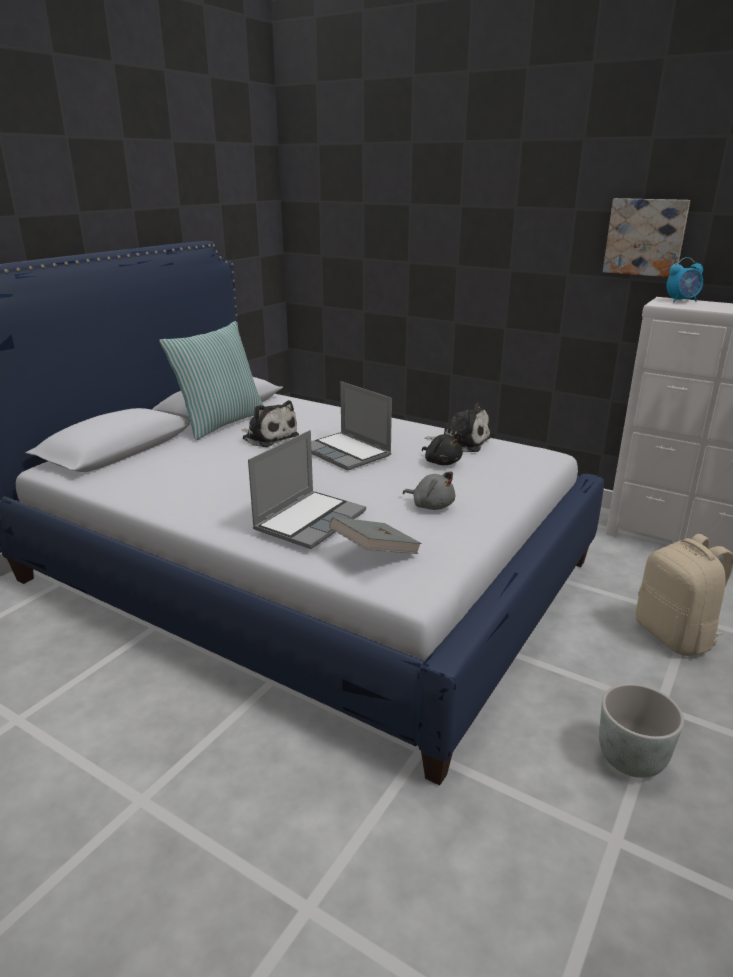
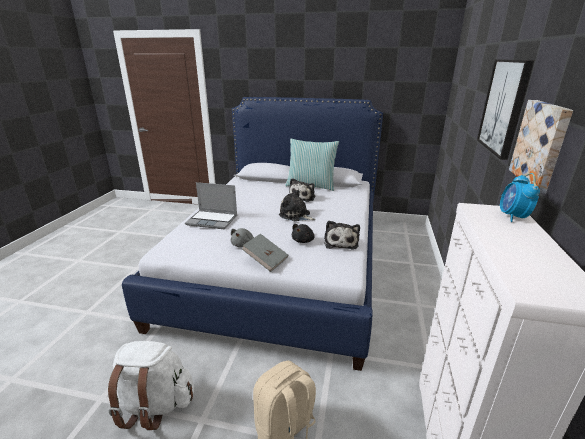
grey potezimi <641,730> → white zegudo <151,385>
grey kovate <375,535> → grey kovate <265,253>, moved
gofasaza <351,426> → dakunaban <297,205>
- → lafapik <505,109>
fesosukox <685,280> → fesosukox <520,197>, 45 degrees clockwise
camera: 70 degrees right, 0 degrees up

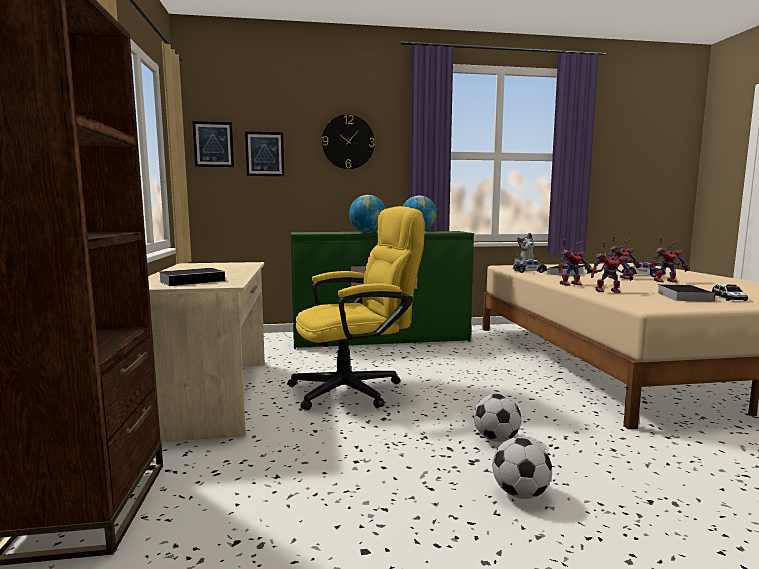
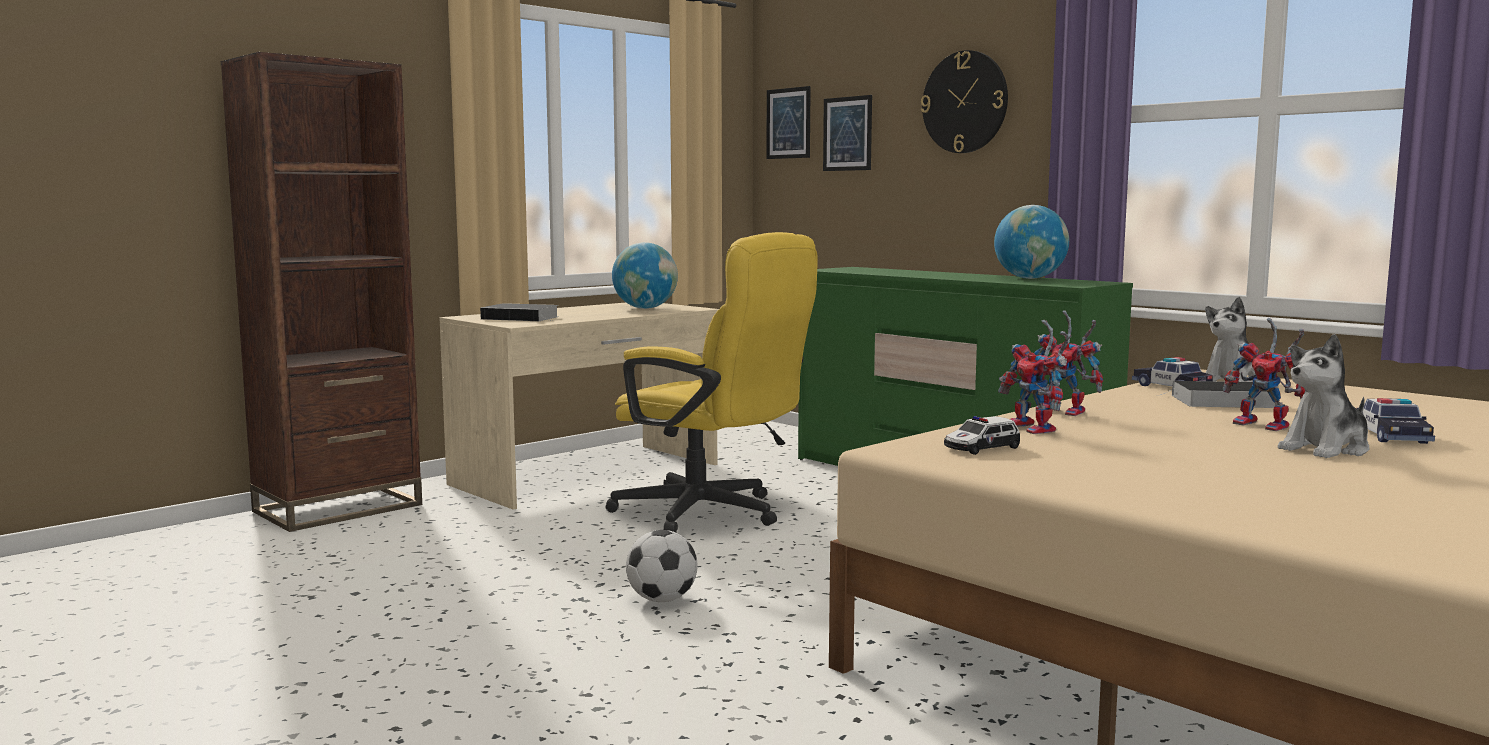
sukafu <367,214> → sukafu <645,275>, moved
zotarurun <730,292> → zotarurun <982,435>, moved
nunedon <670,260> → dakunaban <1323,396>
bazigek <522,468> → -
kovate <686,293> → -
camera: 55 degrees right, 0 degrees up

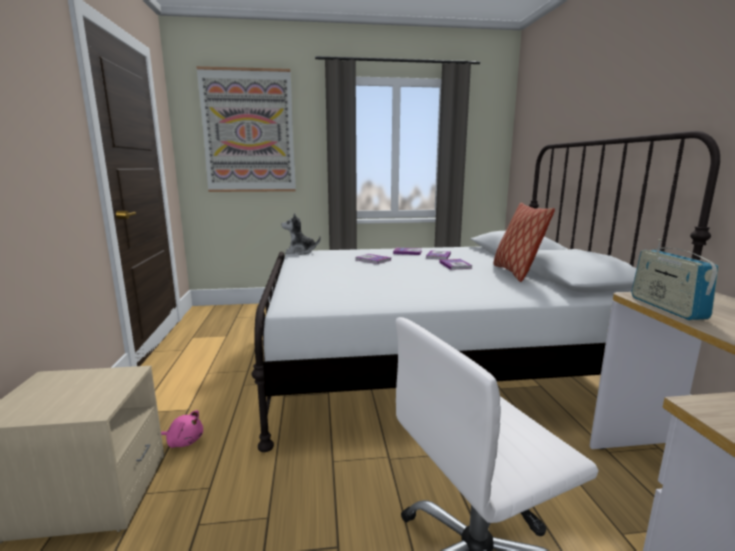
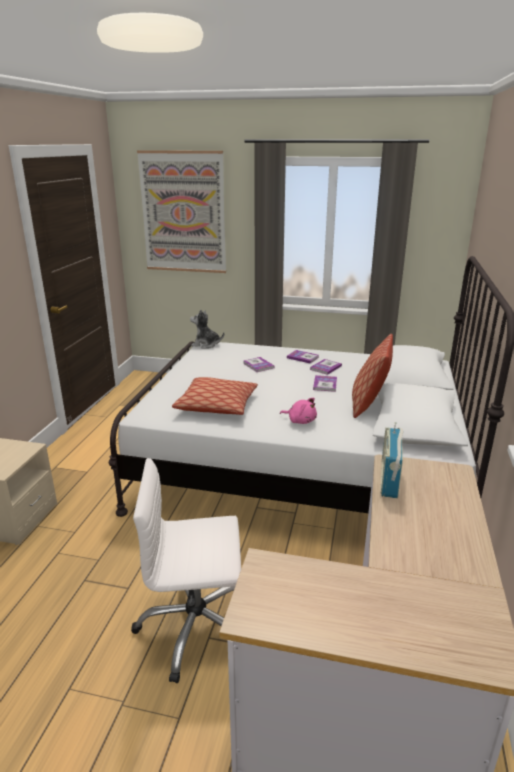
- → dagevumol <215,396>
pink dakunaban <182,429> → pink dakunaban <298,411>, moved
camera: 20 degrees right, 10 degrees up

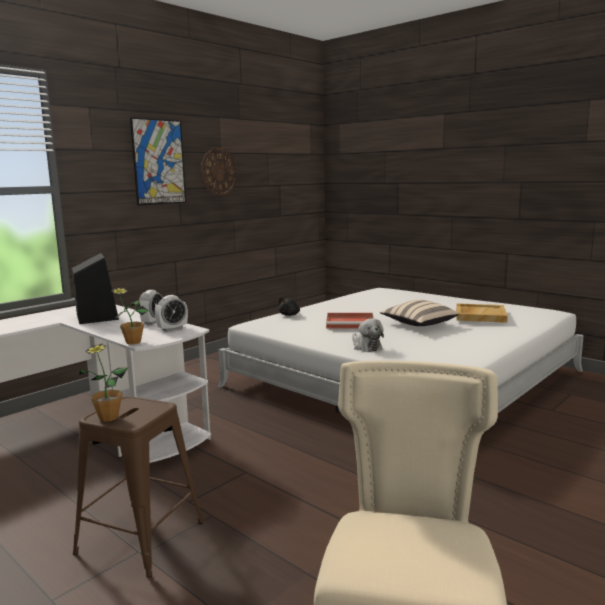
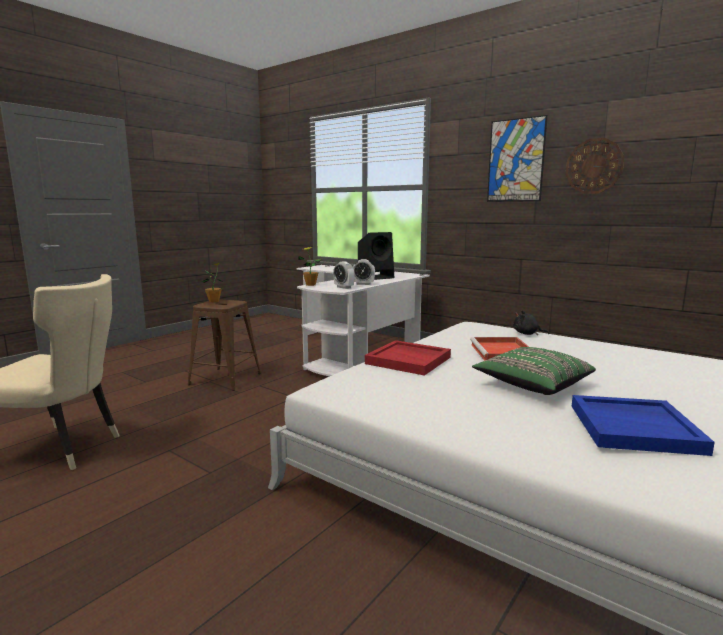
dakunaban <368,335> → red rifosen <408,358>
beige dagevumol <419,313> → green dagevumol <534,371>
beige rifosen <482,313> → blue rifosen <643,425>
camera: 85 degrees right, 0 degrees up

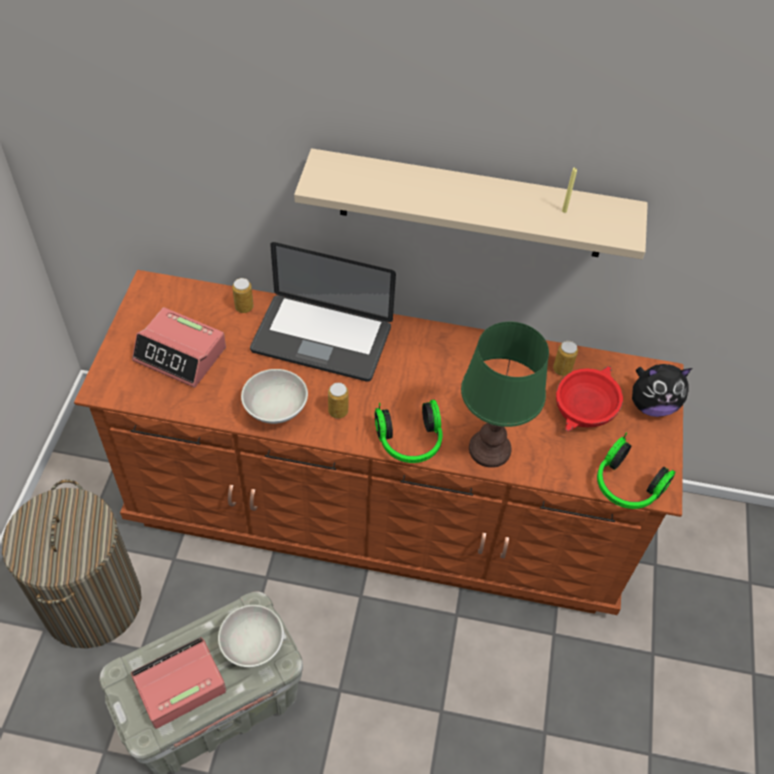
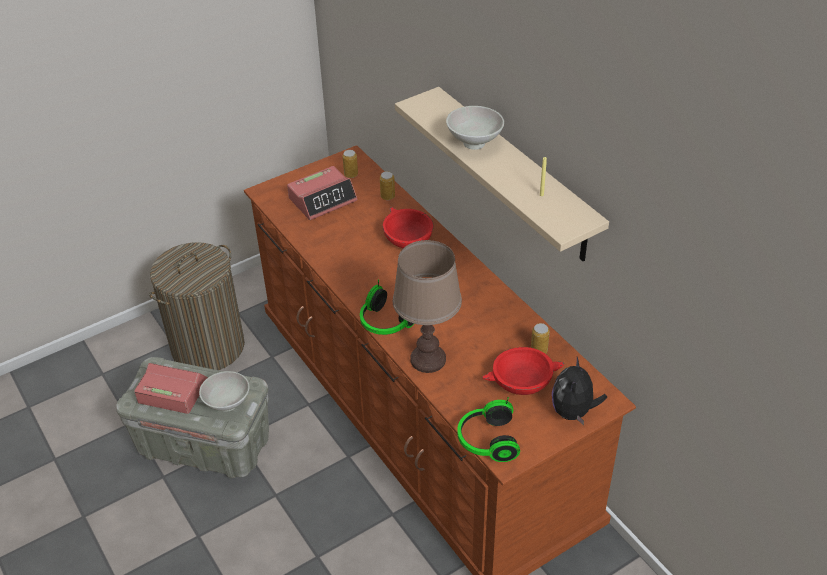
fesosukox <179,347> → fesosukox <322,193>, 105 degrees counterclockwise
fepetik <338,401> → fepetik <350,164>, moved
gofasaza <323,312> → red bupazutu <408,227>
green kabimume <505,395> → brown kabimume <427,306>
white bupazutu <274,396> → white bupazutu <475,128>, moved
dakunaban <662,390> → dakunaban <579,391>, 60 degrees clockwise
camera: 50 degrees right, 10 degrees down

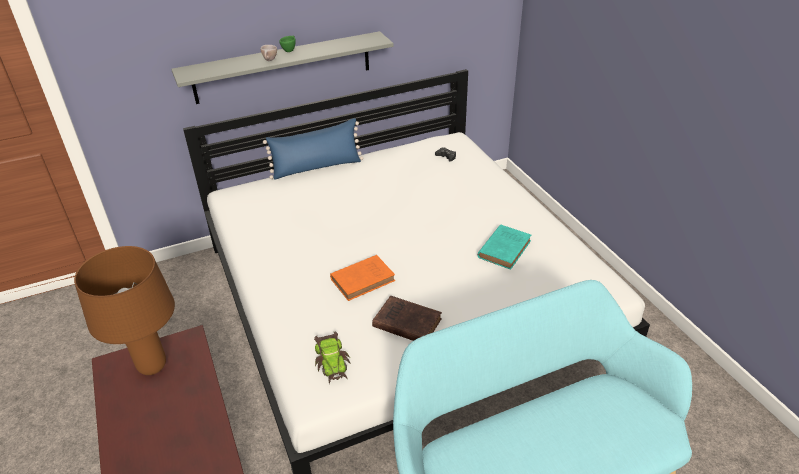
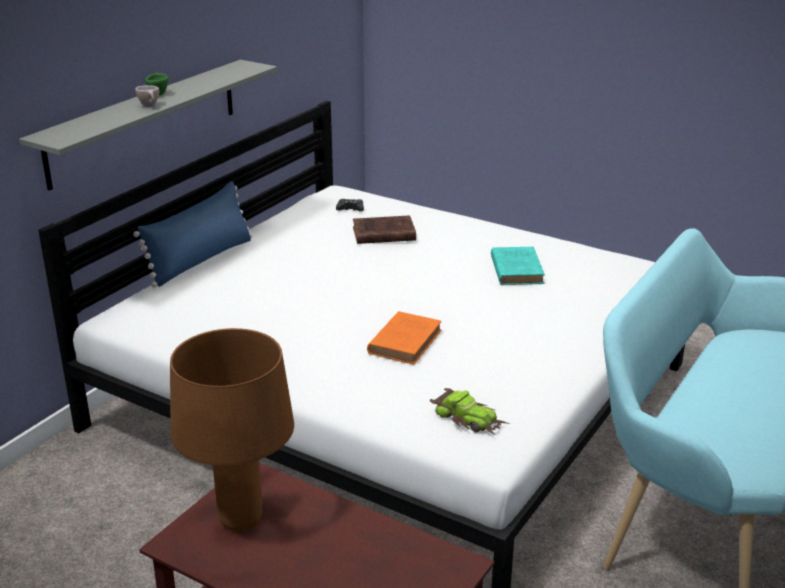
brown kovate <407,318> → brown kovate <384,229>, moved
camera: 35 degrees left, 10 degrees down

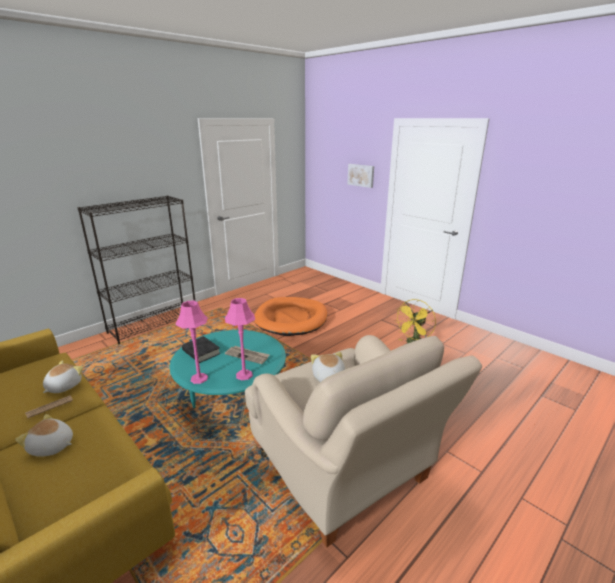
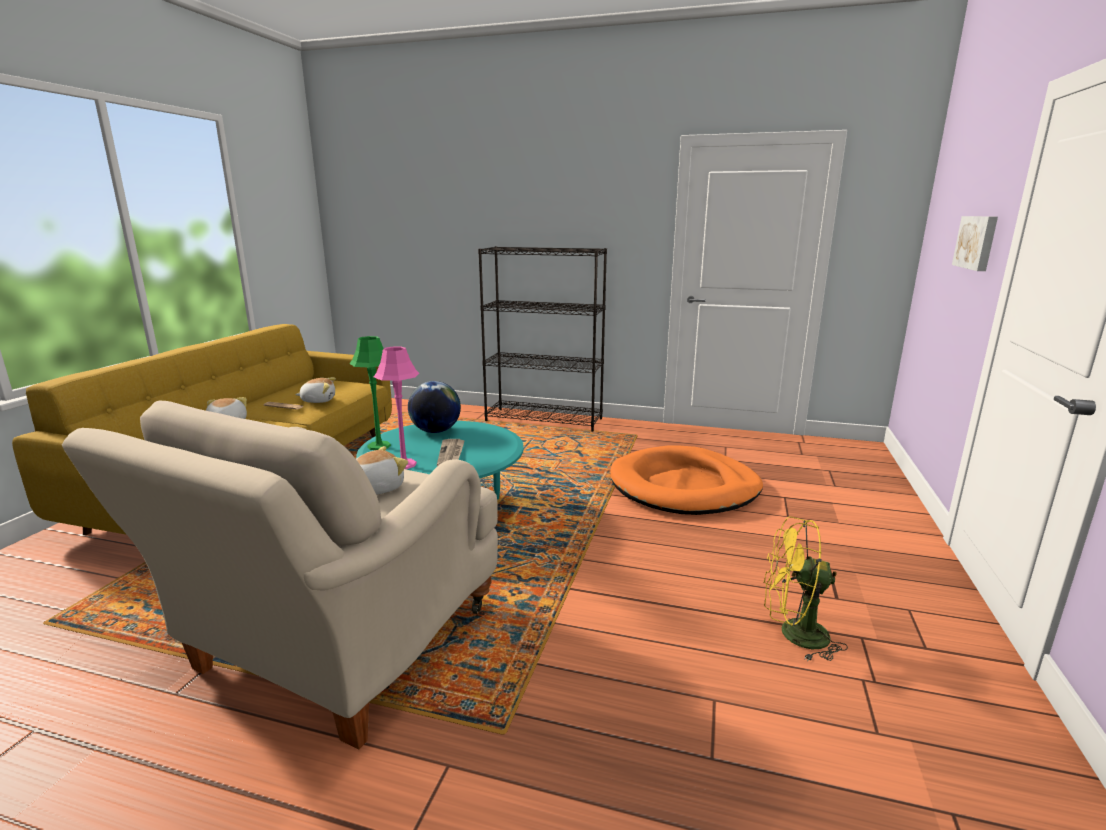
pink kabimume <191,342> → green kabimume <370,393>
black kovate <201,349> → sukafu <434,407>
camera: 60 degrees right, 5 degrees down

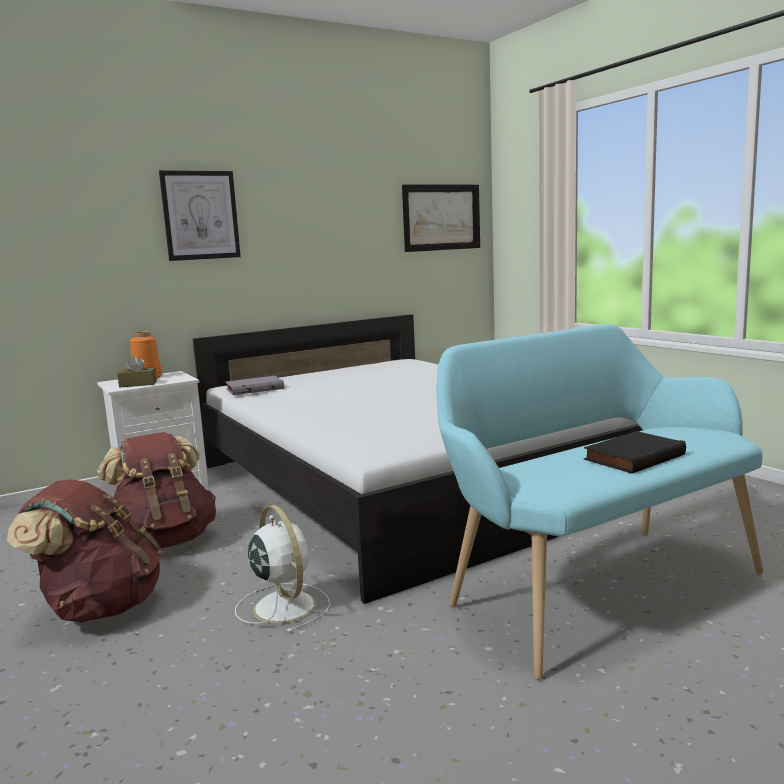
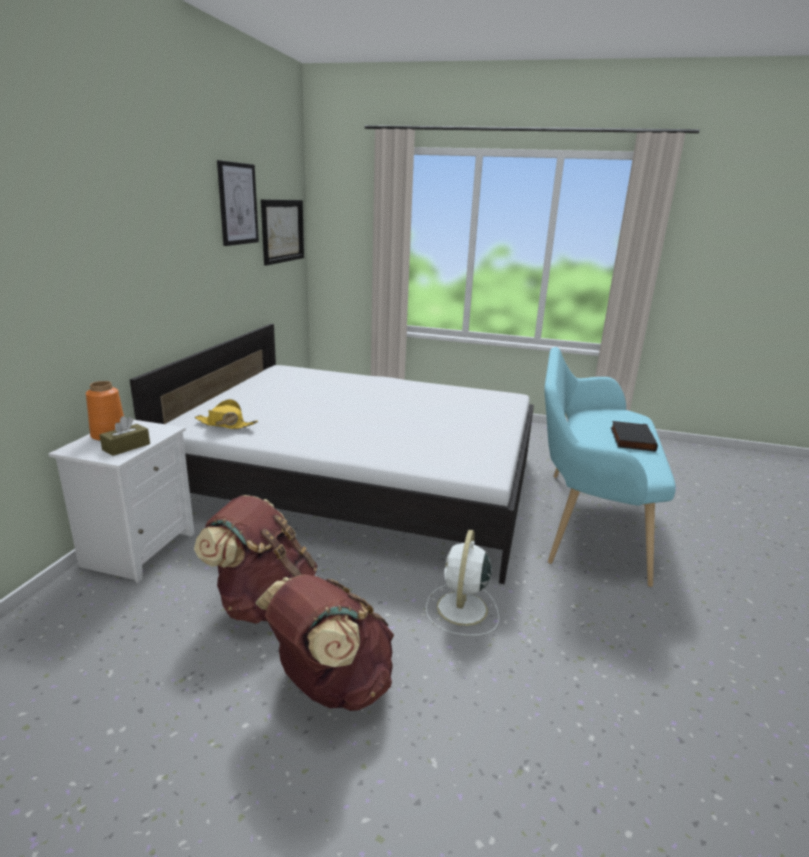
grey kovate <255,385> → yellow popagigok <226,414>
lafapik <200,215> → lafapik <238,203>, moved
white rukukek <282,569> → white rukukek <462,583>, 90 degrees counterclockwise
camera: 45 degrees left, 10 degrees up

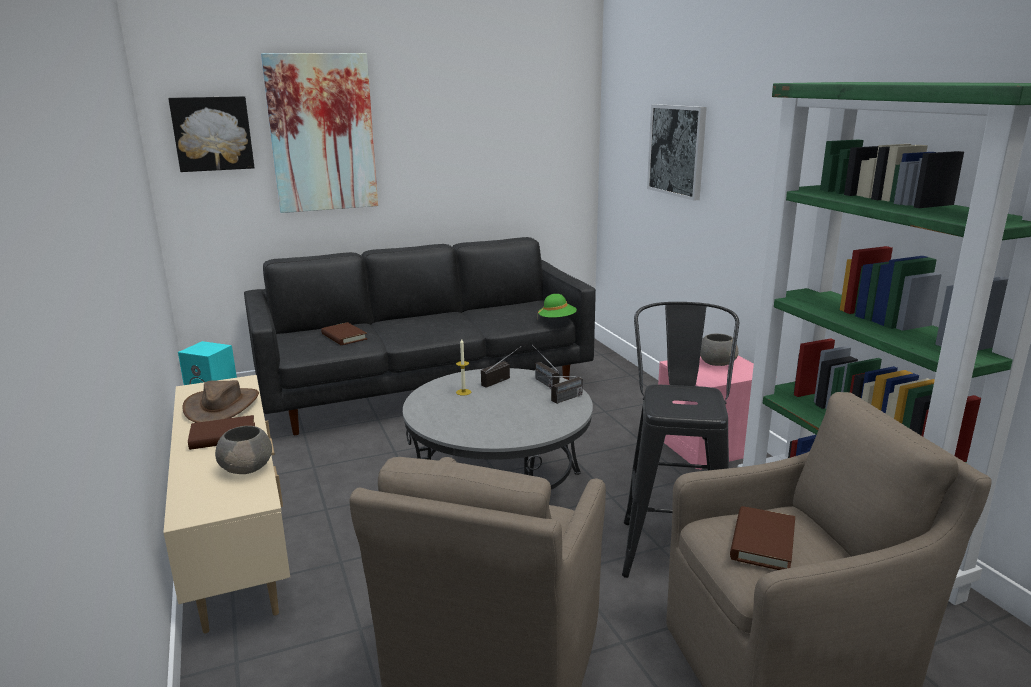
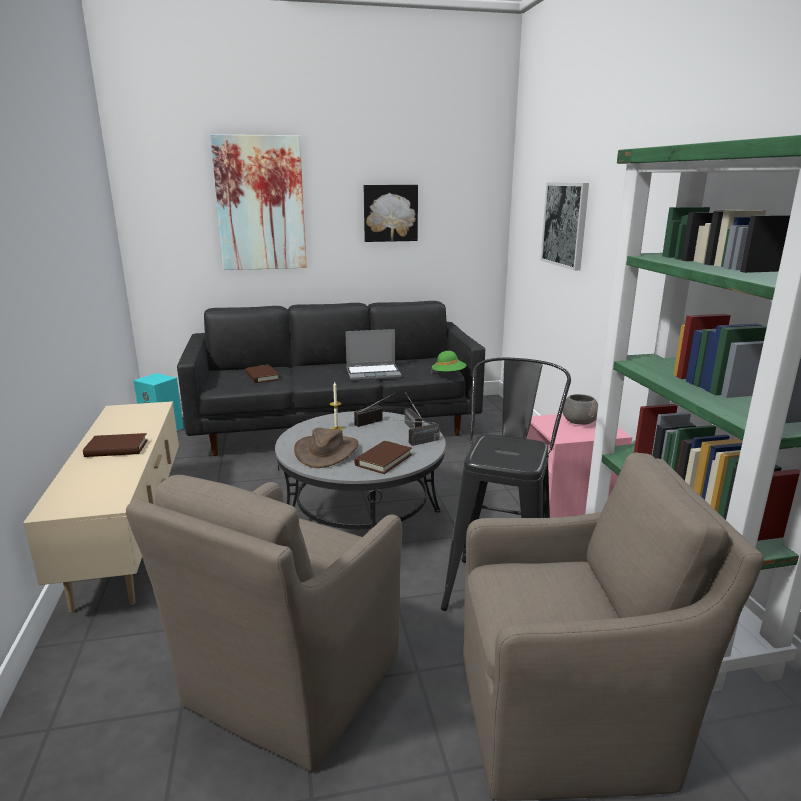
brown popagigok <220,401> → brown popagigok <326,448>, moved
- → gofasaza <373,355>
brown kovate <762,538> → brown kovate <383,457>, moved
lafapik <211,134> → lafapik <391,213>, moved
grey bupazutu <243,450> → -
camera: 10 degrees right, 0 degrees up

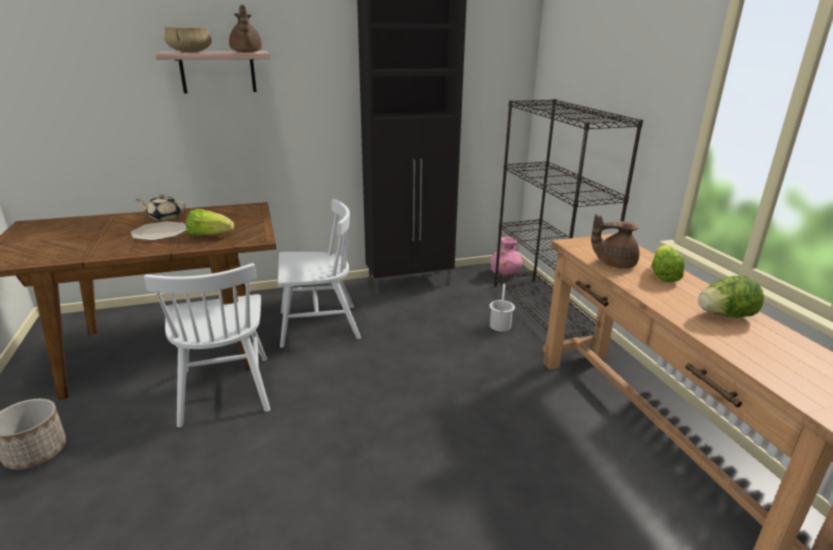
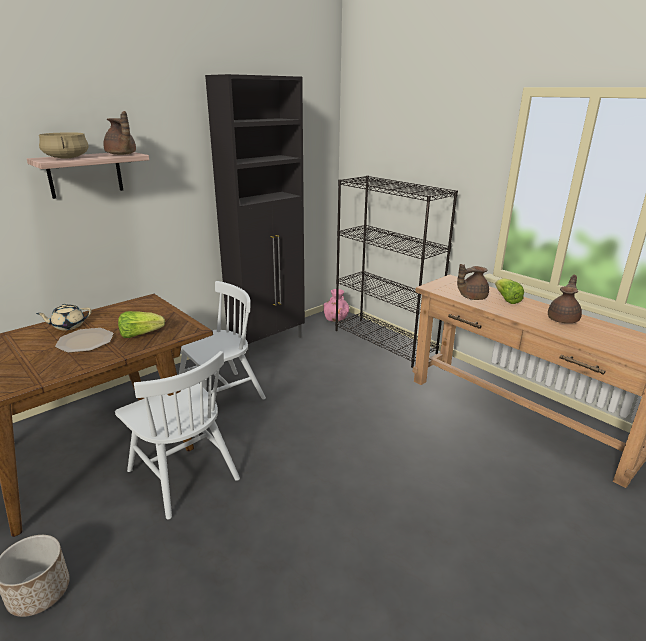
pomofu <731,297> → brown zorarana <565,299>
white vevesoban <502,308> → -
camera: 25 degrees left, 0 degrees up

